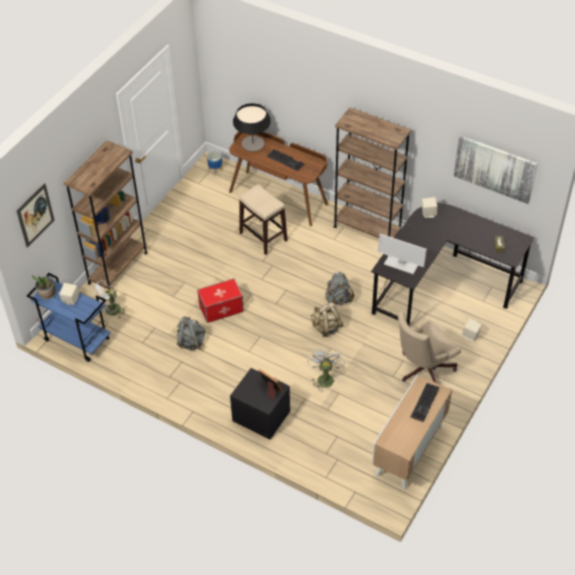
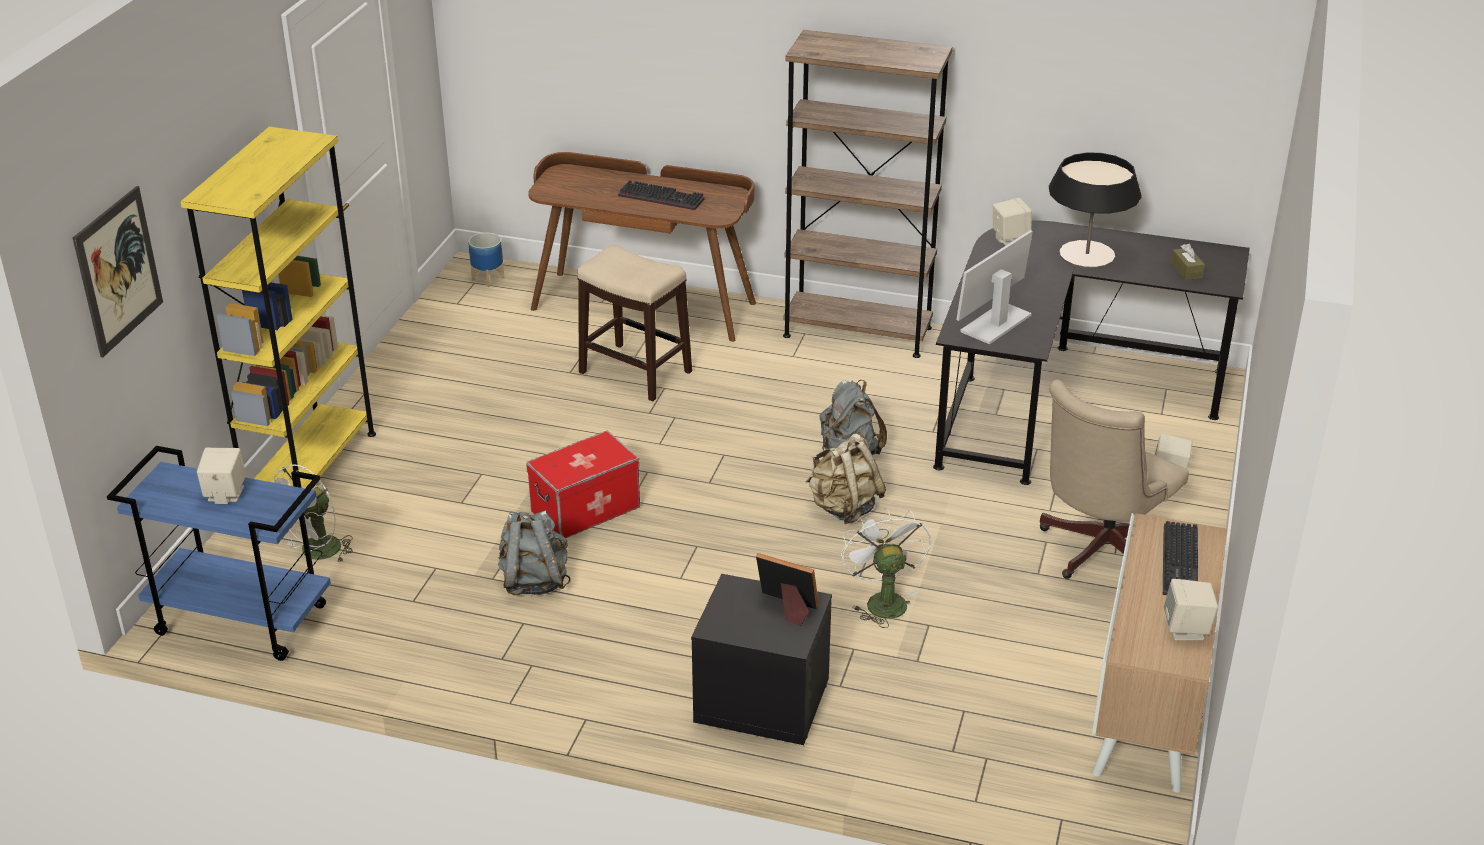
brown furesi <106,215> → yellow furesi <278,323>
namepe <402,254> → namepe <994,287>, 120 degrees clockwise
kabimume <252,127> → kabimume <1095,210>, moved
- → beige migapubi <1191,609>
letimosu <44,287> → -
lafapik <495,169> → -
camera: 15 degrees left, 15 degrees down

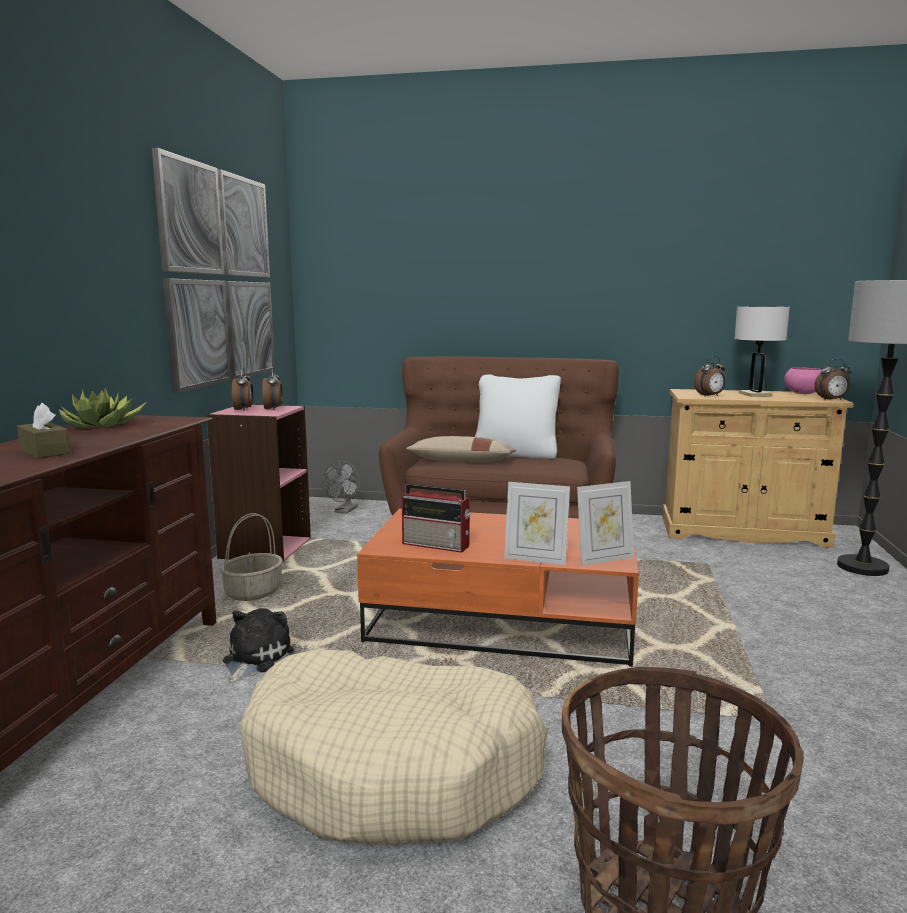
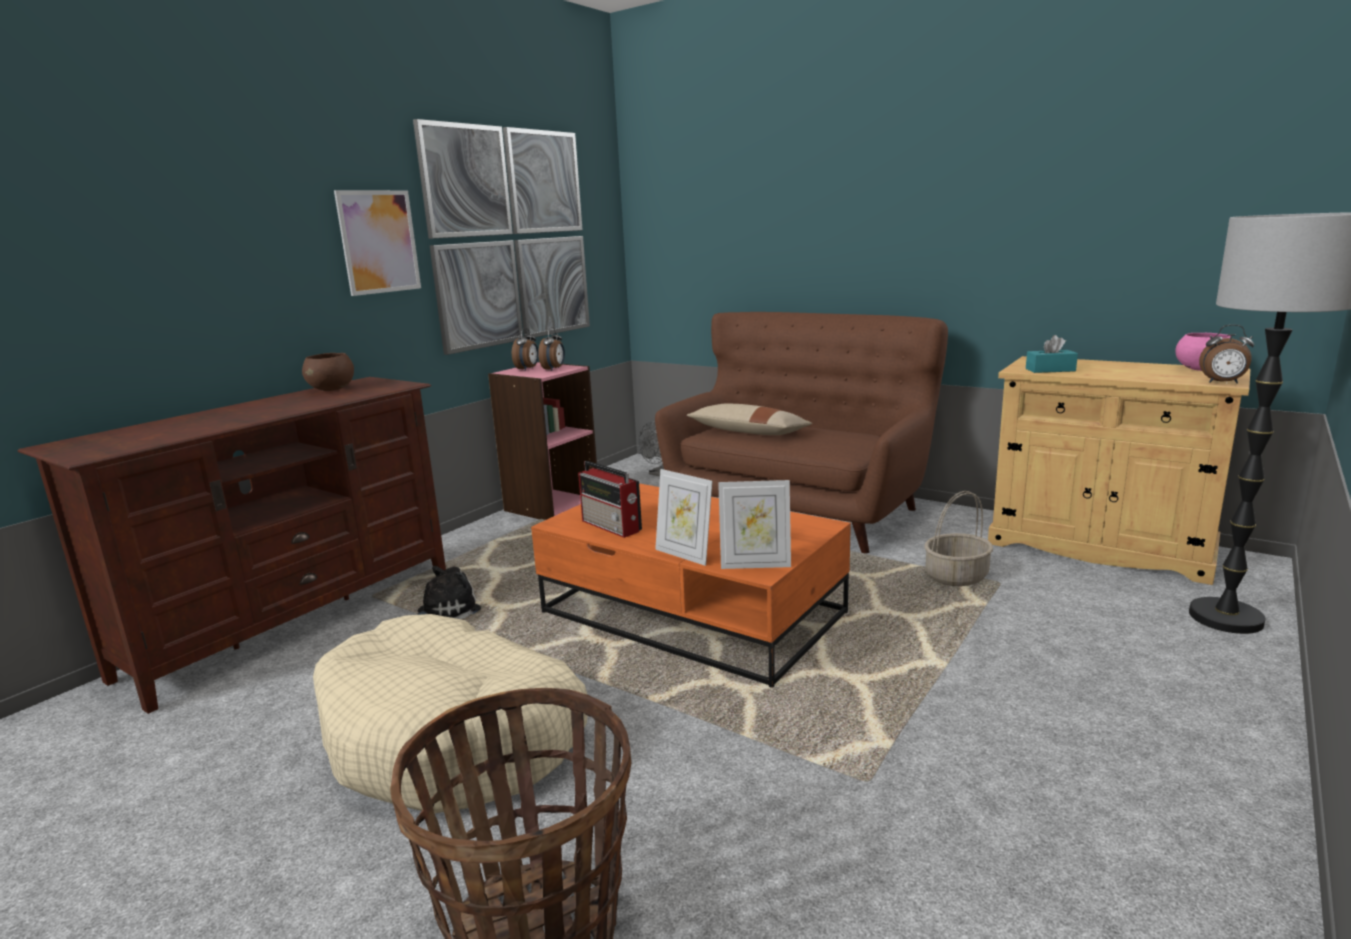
letimosu <102,408> → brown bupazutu <328,372>
- → lafapik <377,243>
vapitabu <251,557> → vapitabu <958,538>, moved
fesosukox <710,376> → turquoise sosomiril <1052,354>
brown sosomiril <43,430> → -
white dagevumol <518,417> → -
white kabimume <762,351> → -
camera: 25 degrees right, 5 degrees up

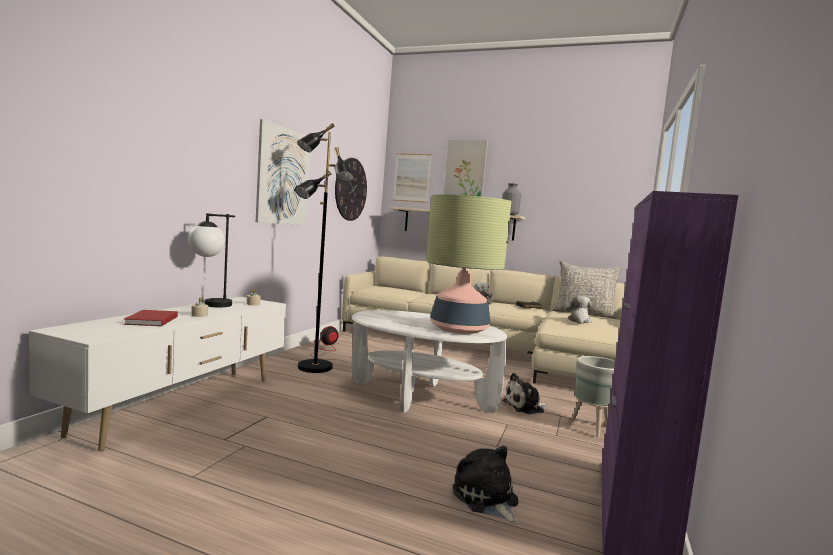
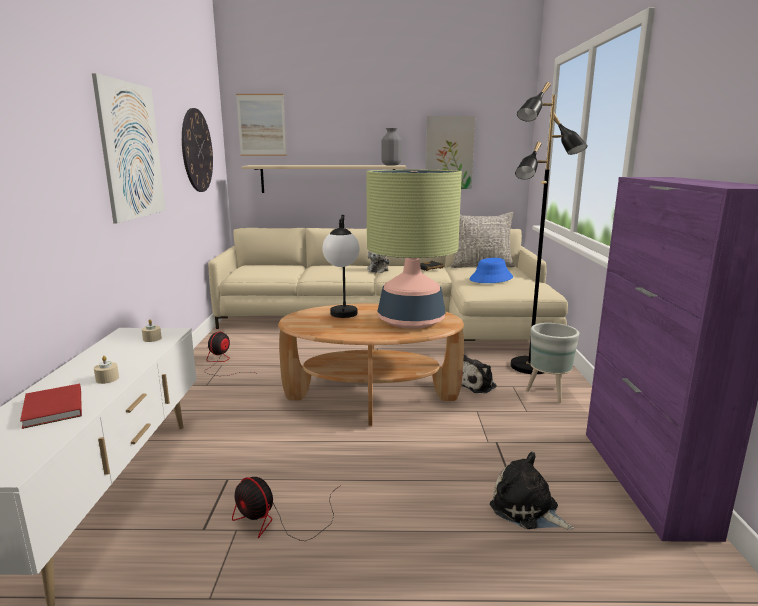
- → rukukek <286,509>
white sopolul <429,361> → brown sopolul <371,364>
kabimume <211,260> → kabimume <341,266>, moved
lafapik <466,168> → lafapik <450,152>, moved
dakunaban <579,310> → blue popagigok <491,270>
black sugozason <324,248> → black sugozason <549,228>, moved
camera: 20 degrees left, 10 degrees up

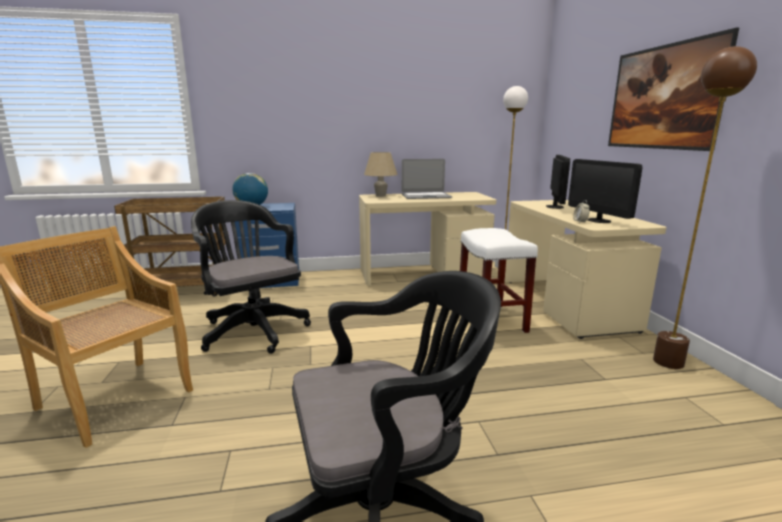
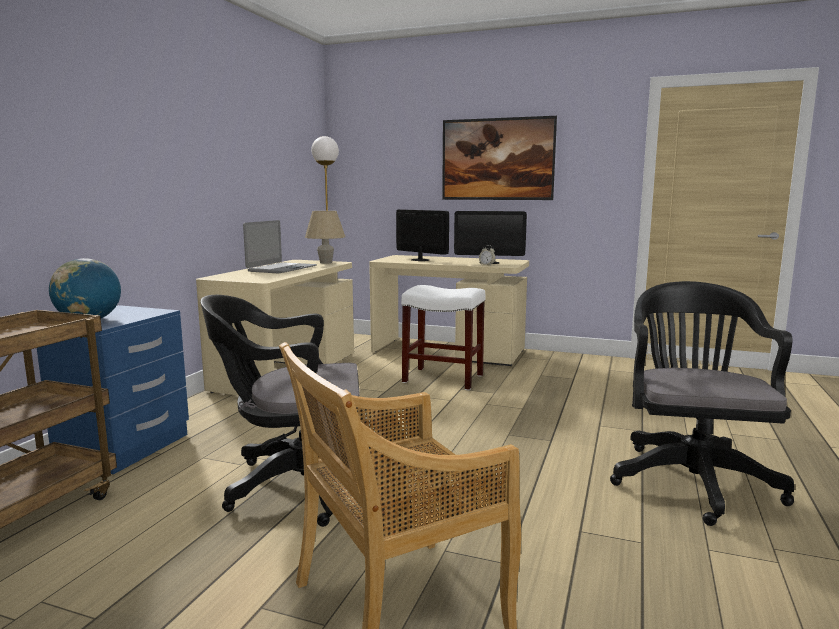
beige kabimume <381,174> → beige kabimume <325,237>, moved
brown sugozason <705,207> → -
camera: 60 degrees left, 5 degrees down

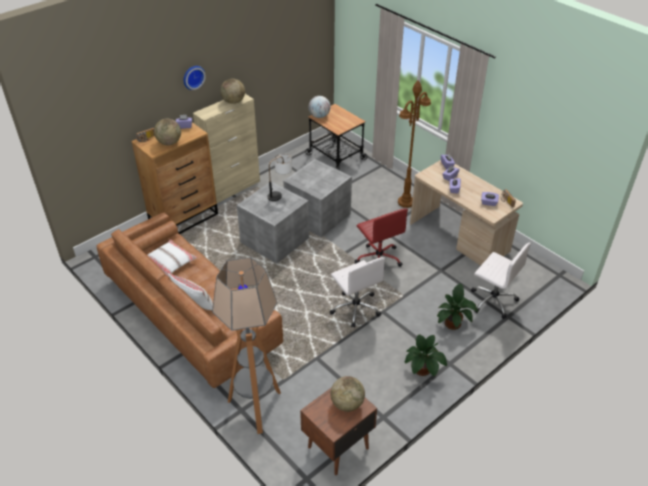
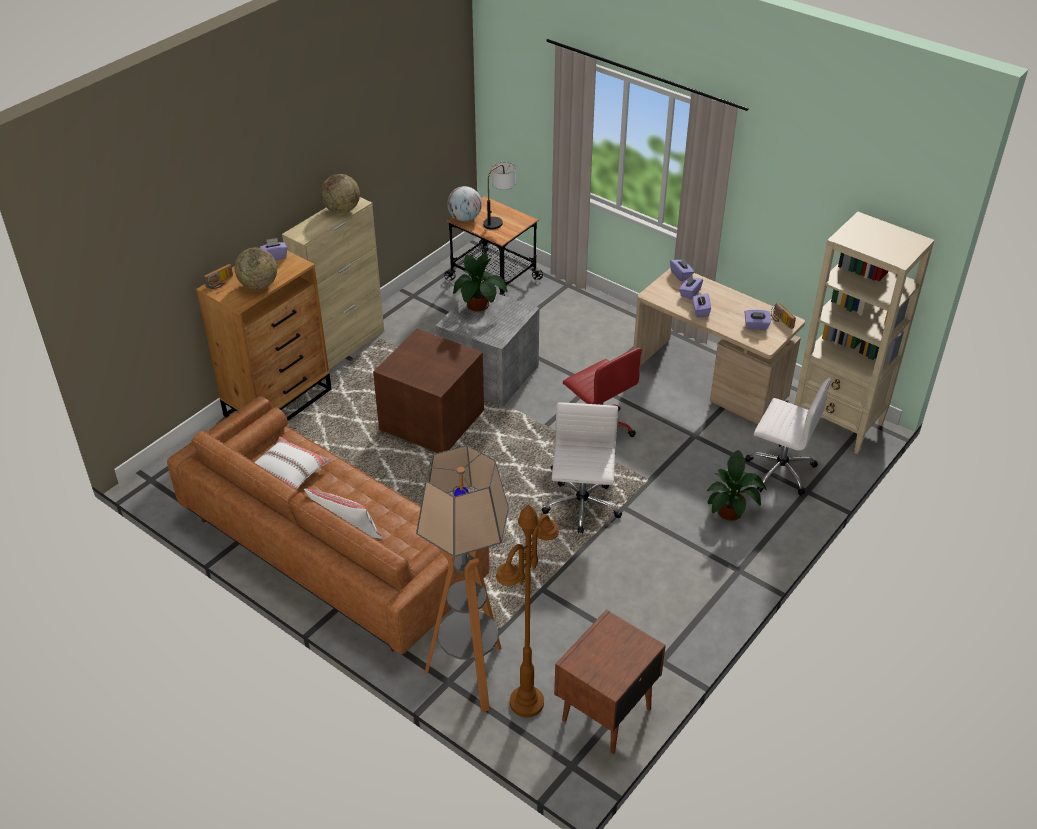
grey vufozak <273,222> → brown vufozak <428,390>
letimosu <426,355> → letimosu <480,282>, moved
kabimume <280,177> → kabimume <499,196>, moved
brown sugozason <414,144> → brown sugozason <527,610>, moved
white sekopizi <358,292> → white sekopizi <581,468>, 135 degrees counterclockwise
- → beige furesi <864,333>
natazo <195,78> → -
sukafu <347,394> → -
camera: 10 degrees left, 0 degrees up

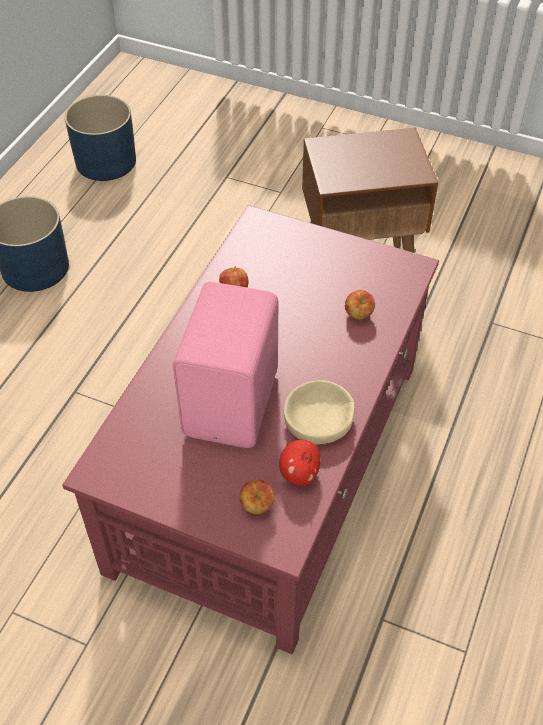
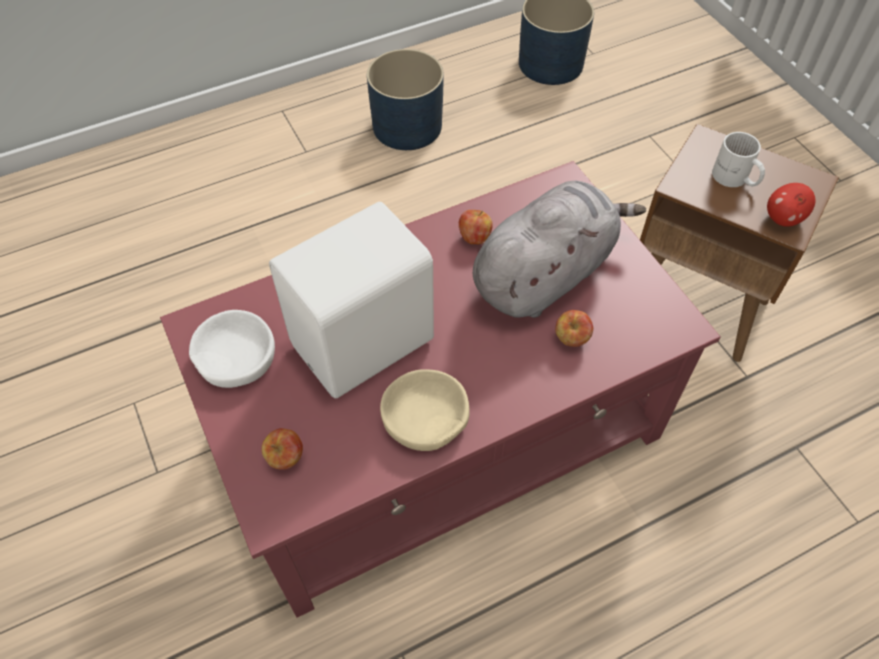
- → white bupazutu <232,349>
pink migapubi <225,365> → white migapubi <351,300>
- → grey dakunaban <559,249>
- → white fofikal <738,159>
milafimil <300,463> → milafimil <791,205>, moved
camera: 40 degrees right, 5 degrees up

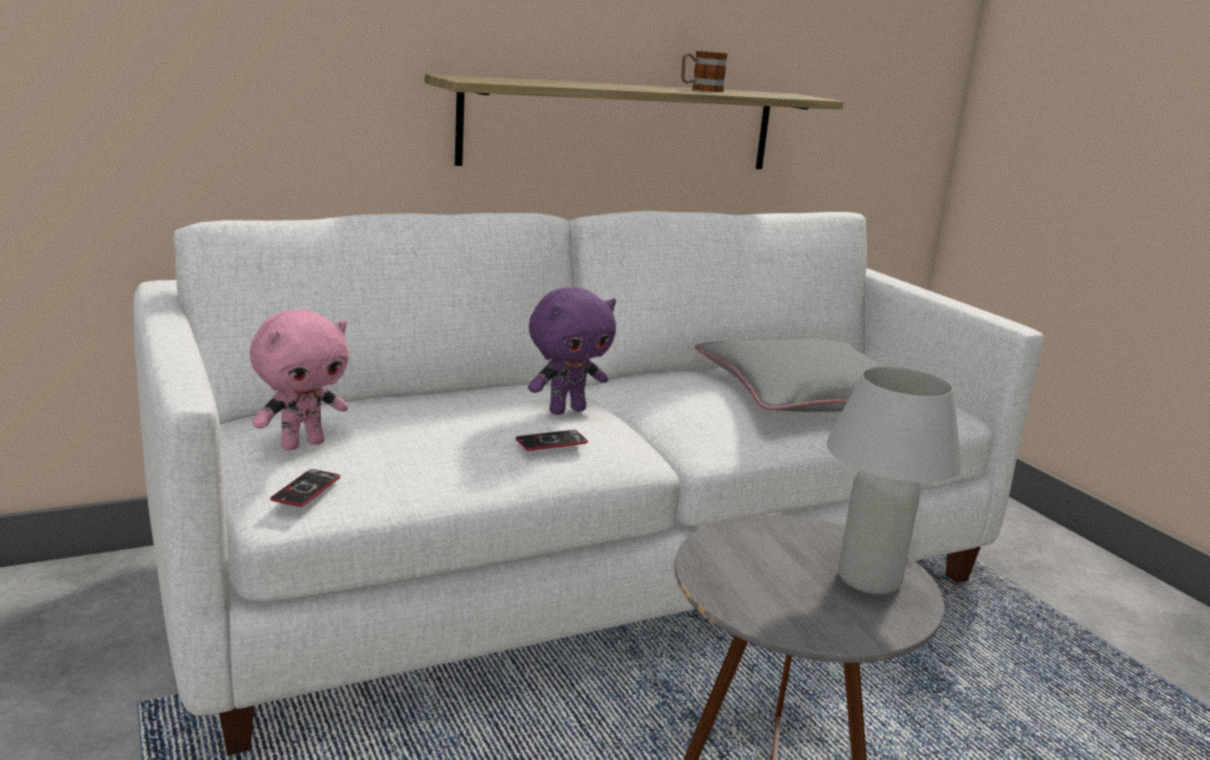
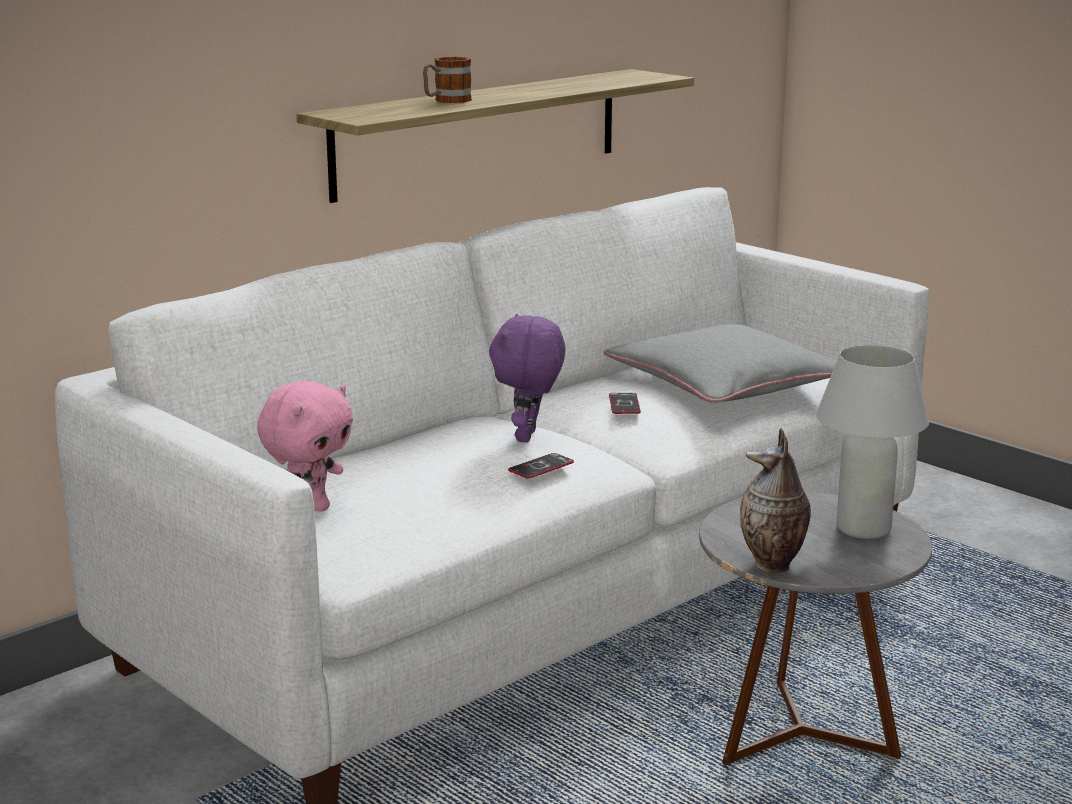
fofikal <704,71> → fofikal <447,80>, moved
purple dakunaban <572,351> → purple dakunaban <527,378>, 150 degrees clockwise
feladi <305,488> → feladi <625,403>, moved
- → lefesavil <775,500>
camera: 15 degrees left, 0 degrees up

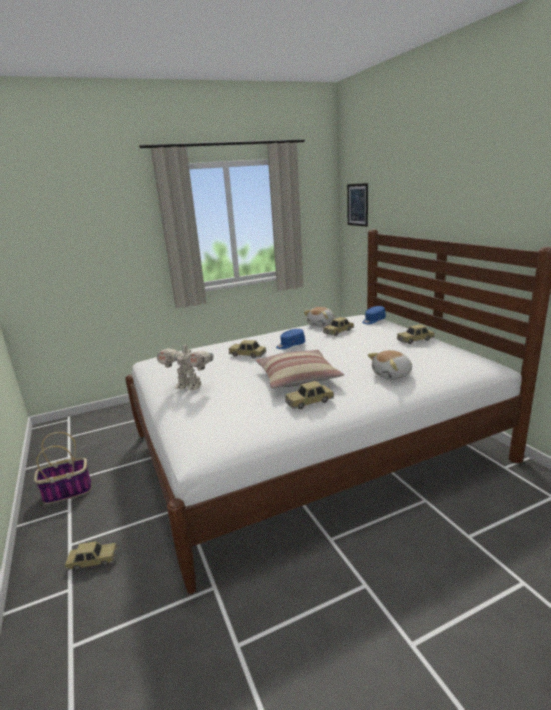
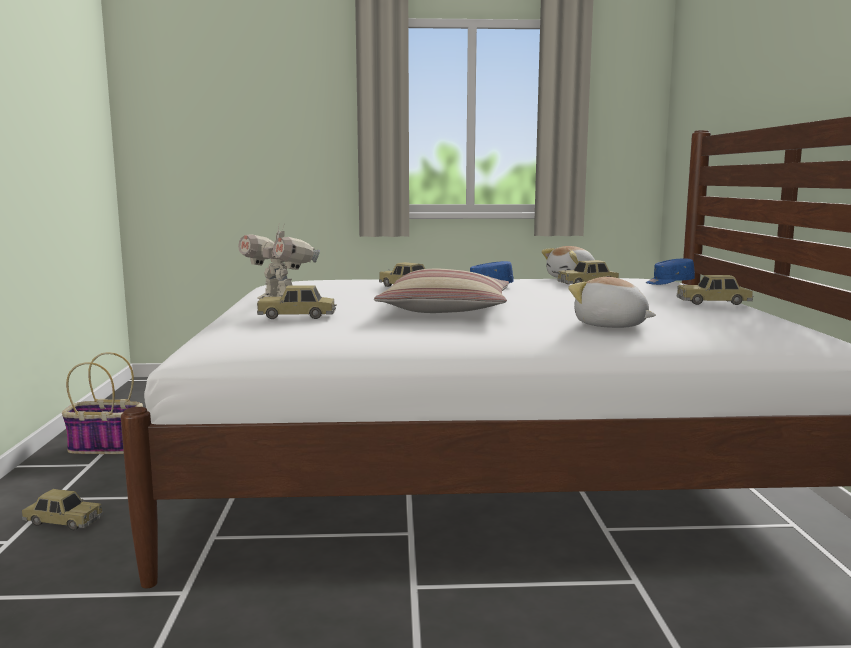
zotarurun <309,395> → zotarurun <297,302>, moved
dakunaban <390,365> → dakunaban <612,302>, 45 degrees clockwise
lafapik <357,205> → -
camera: 20 degrees right, 10 degrees down

